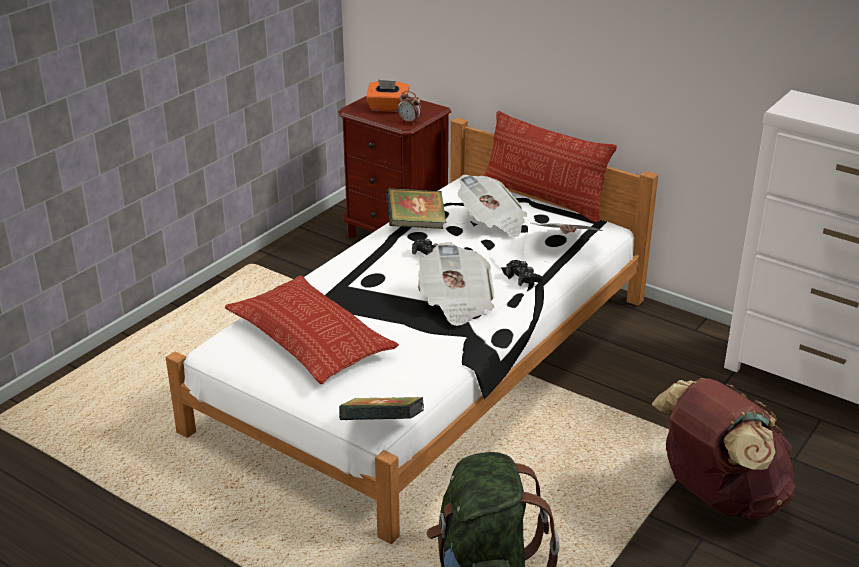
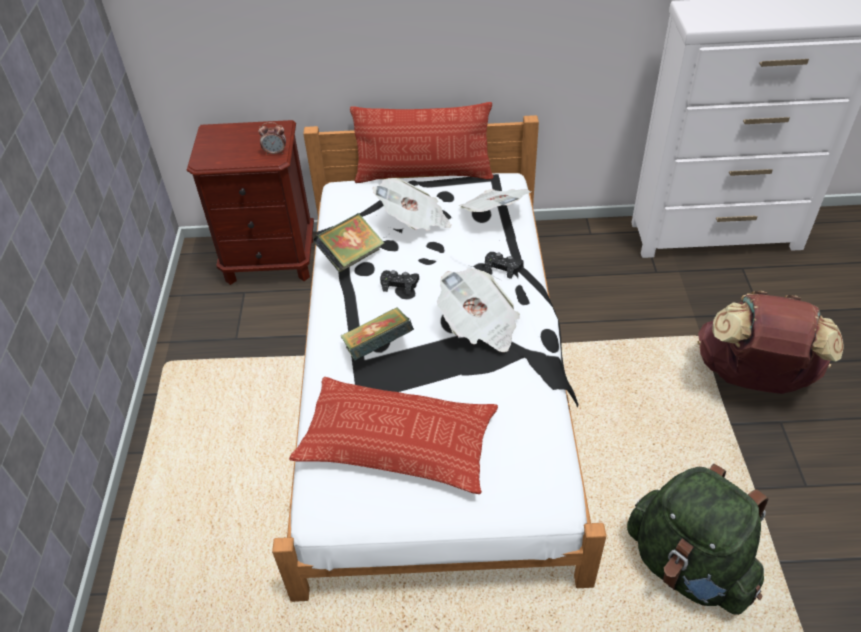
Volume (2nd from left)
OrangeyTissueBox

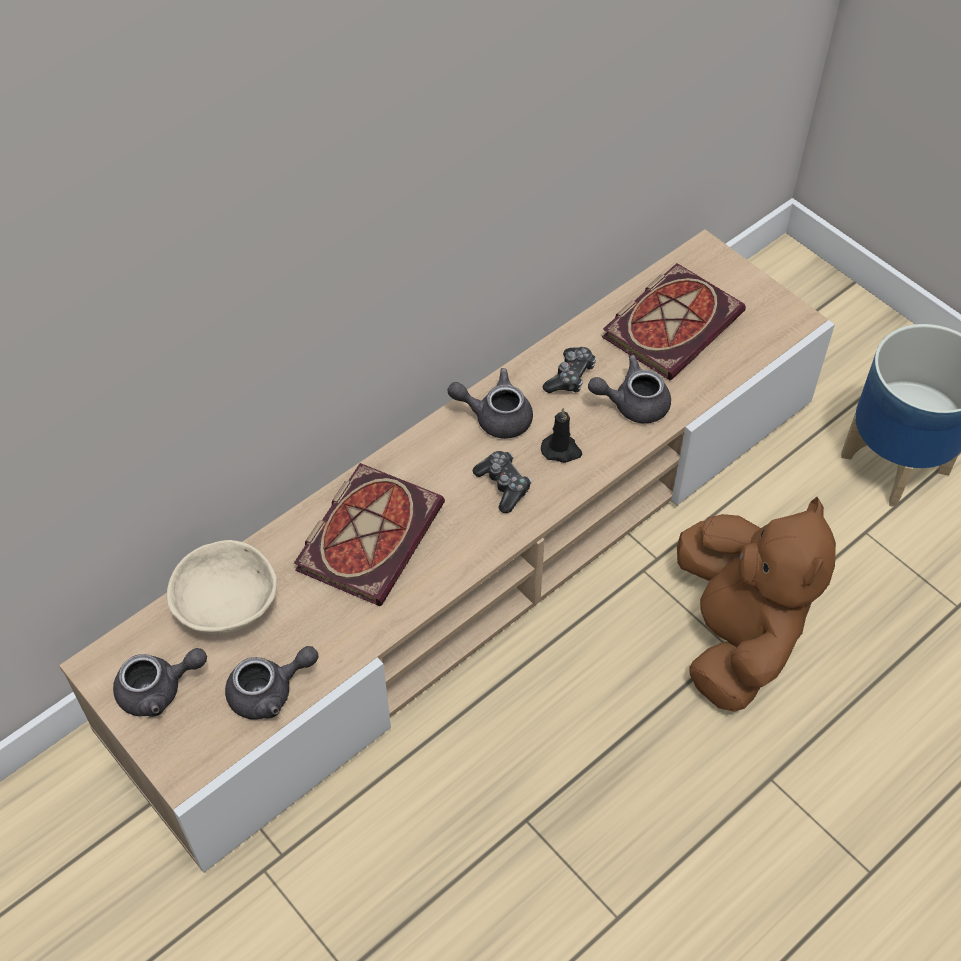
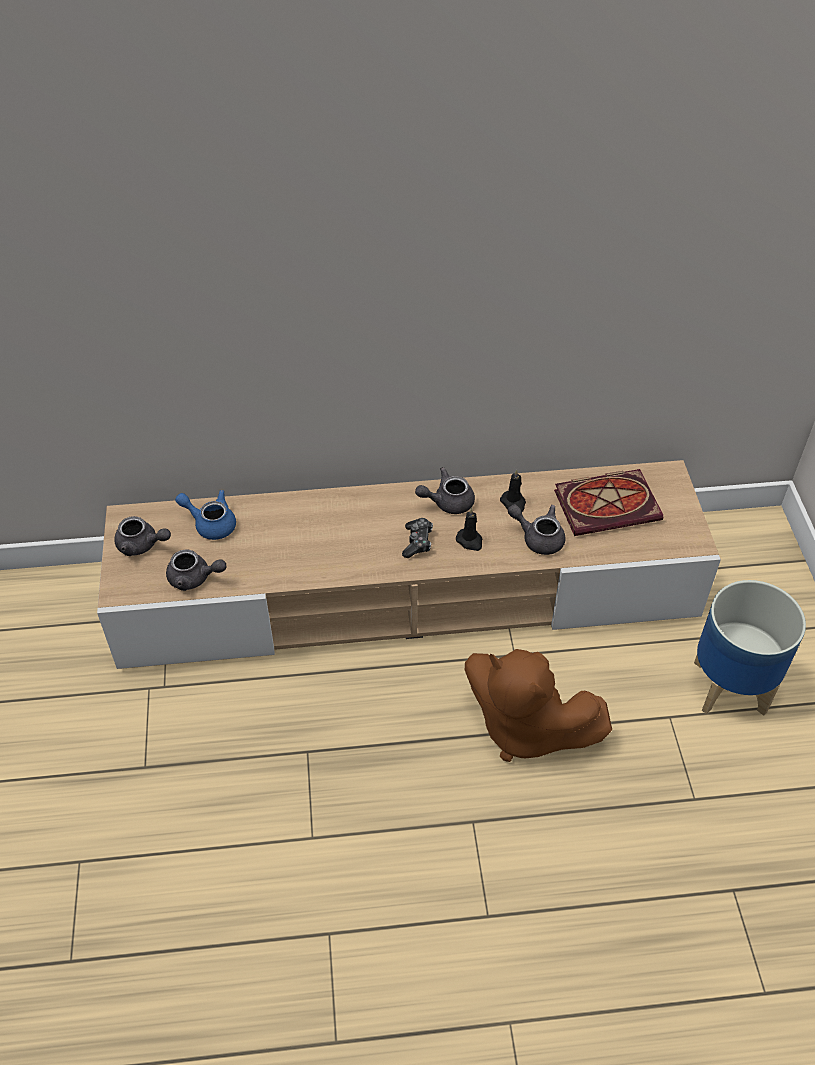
BluishPotForTea
GreyPotForTea (3rd from left)
BrownSoftToy
BlackishWaxCandle (2nd from left)
Volume (1st from left in the first image)

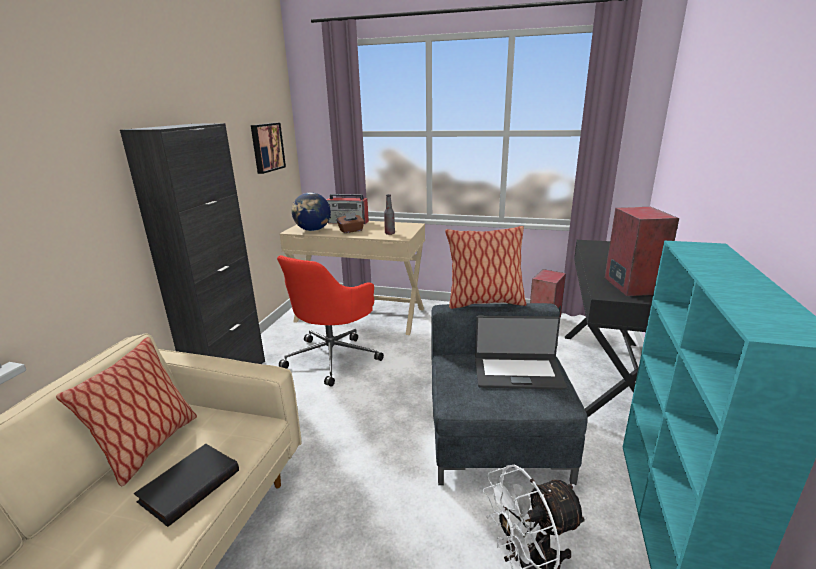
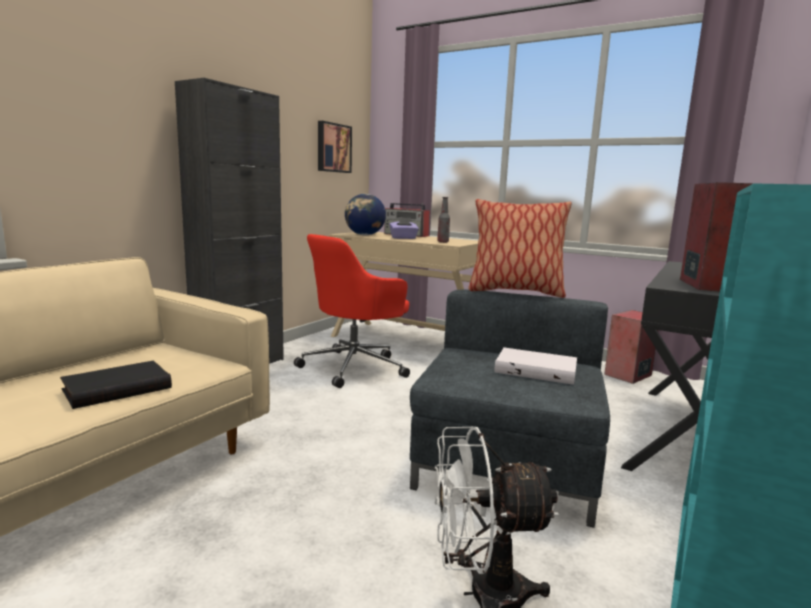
PurpleColouredTissueBox
WhiteColouredVolume
Pillow (1st from left in the first image)

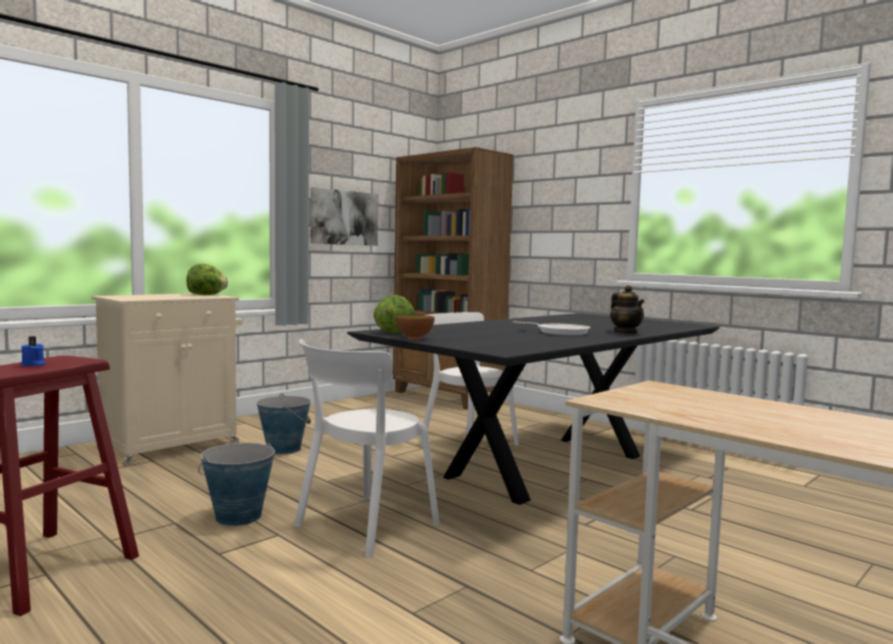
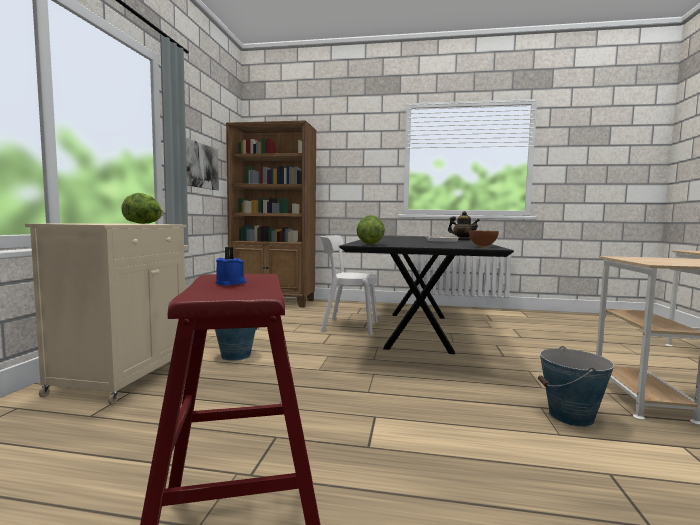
ServingBowl
Pail (2nd from left)
WhiteColouredUprightChair (1st from left in the first image)

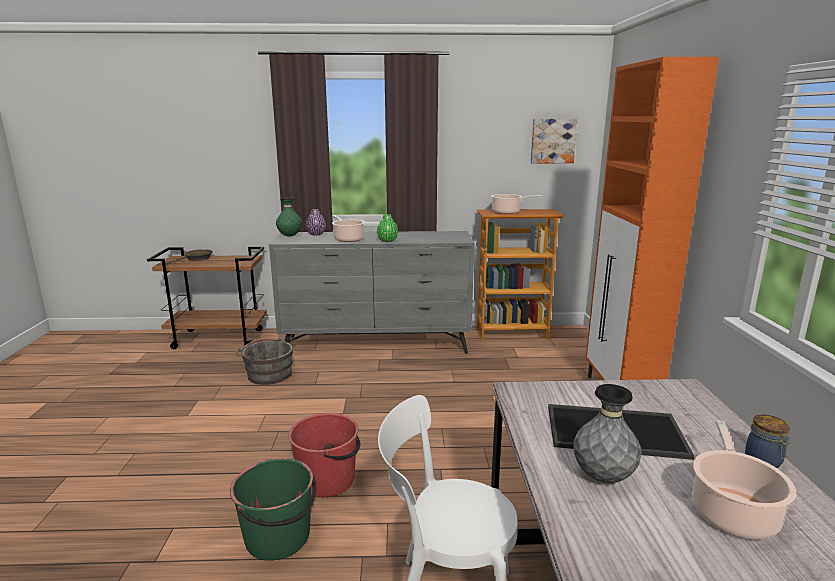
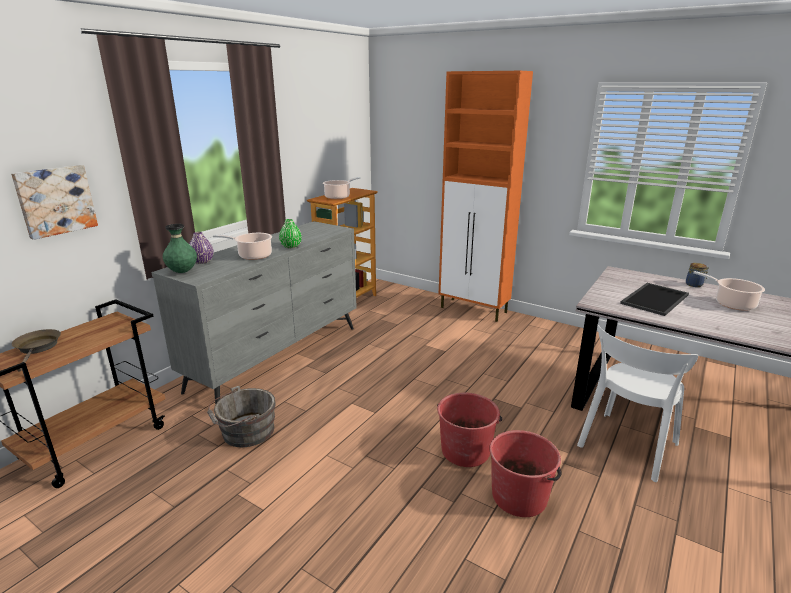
WallPicture
RedColouredPail (2nd from left)
GreyDecorativeVase

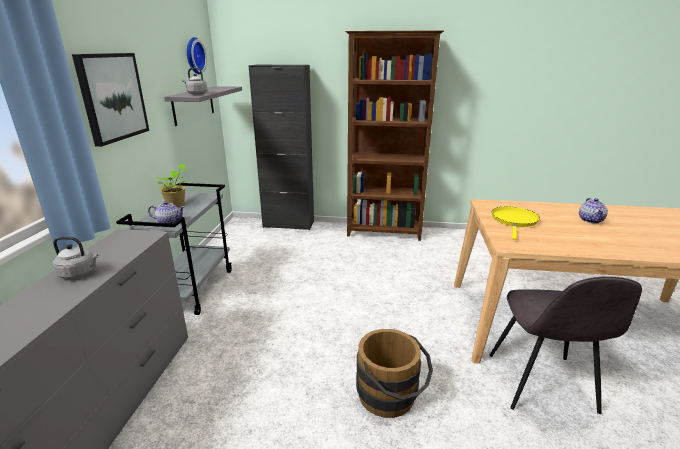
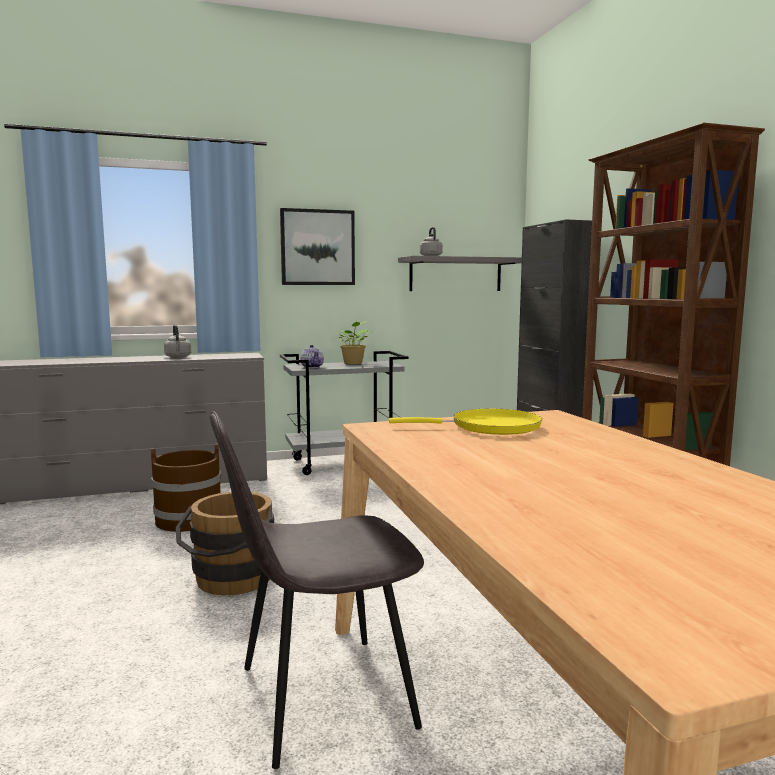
BrownPail (1st from left)
ClockOnTheWall
PotForTea (2nd from left in the first image)

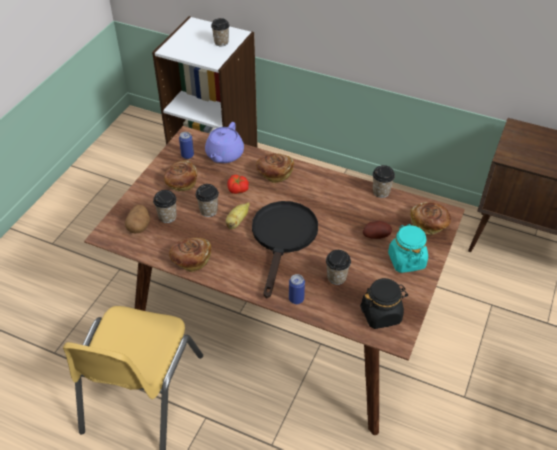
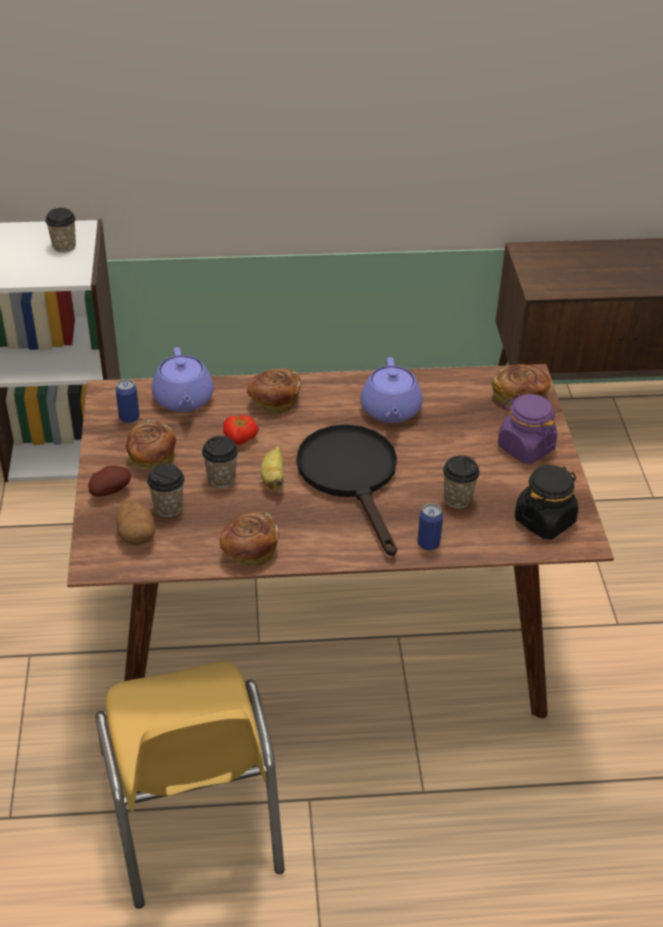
Spud (1st from left)
PurpleColouredPotForTea (2nd from left)
PurpleColouredJar
DrinkingCup (5th from left in the first image)

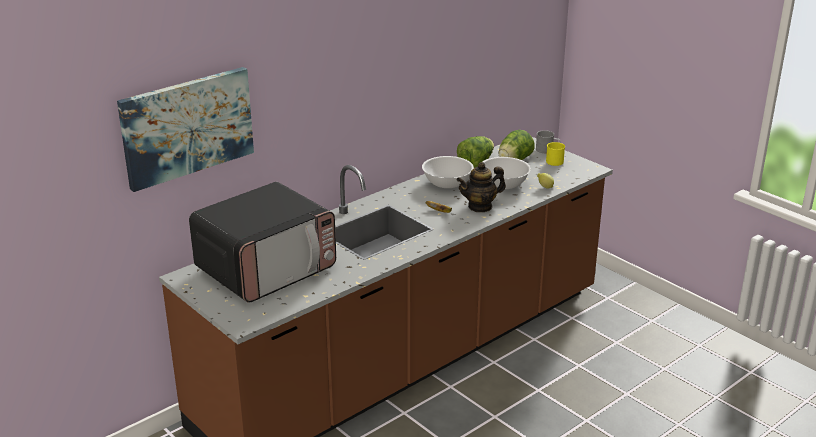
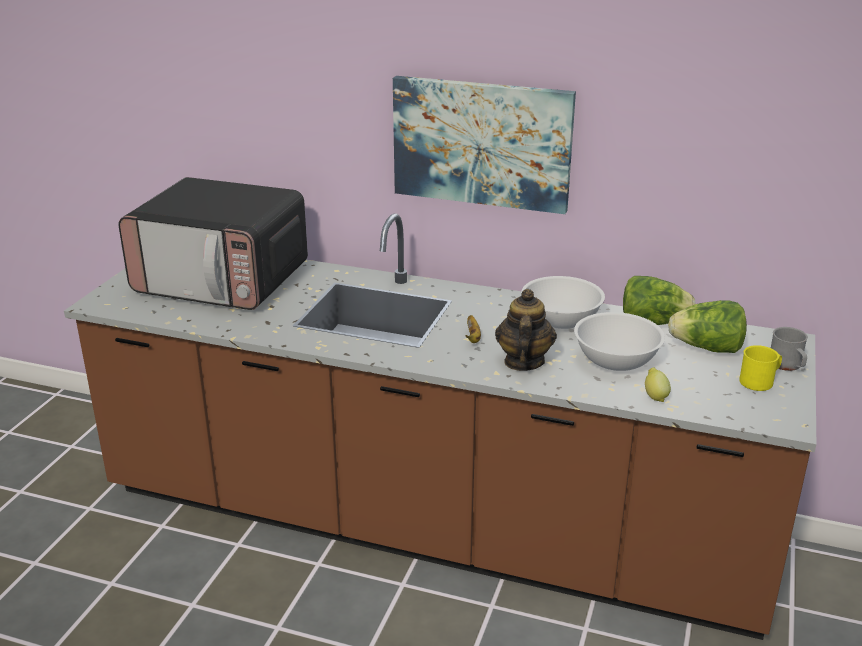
WallPicture
PotForTea

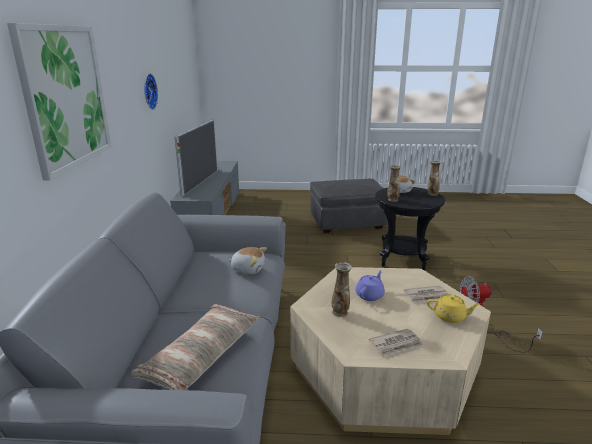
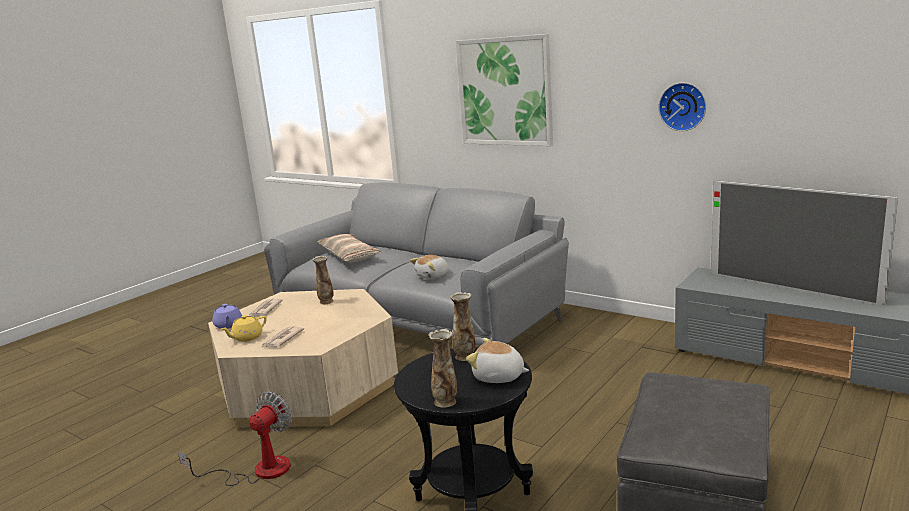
PurpleColouredPotForTea

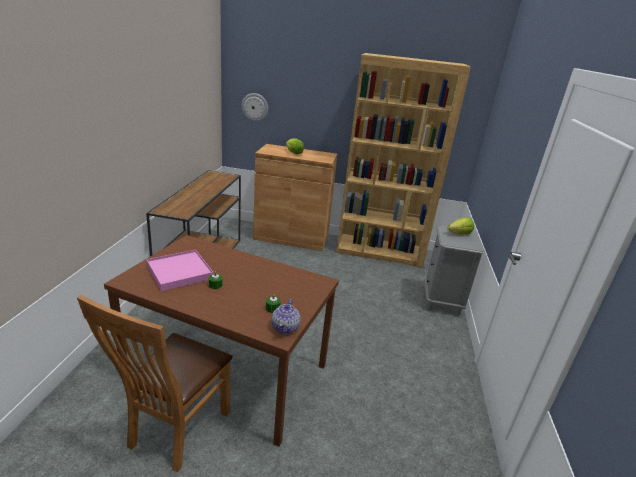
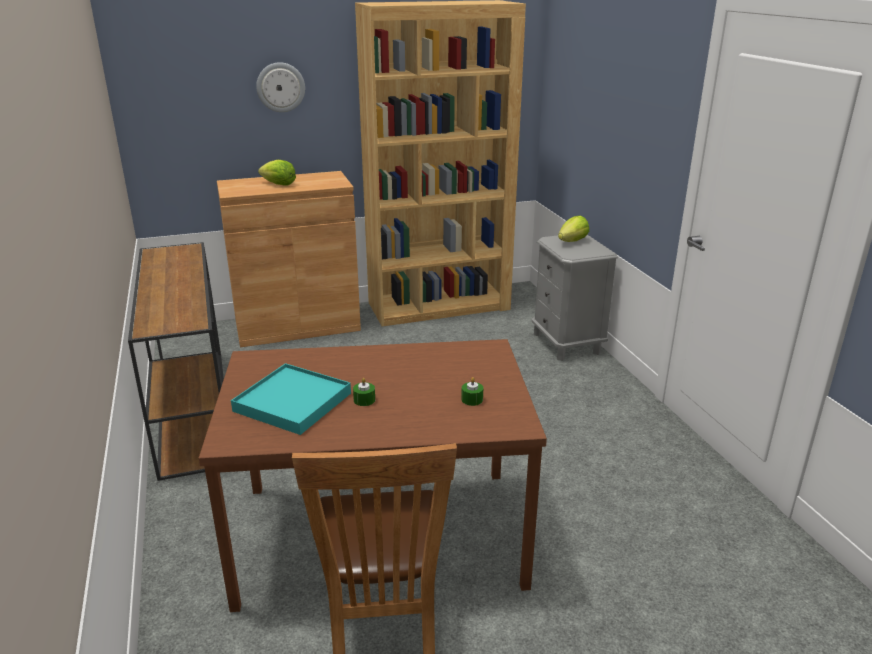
TurquoiseColouredTray
ClockOnTheWall
PotForTea

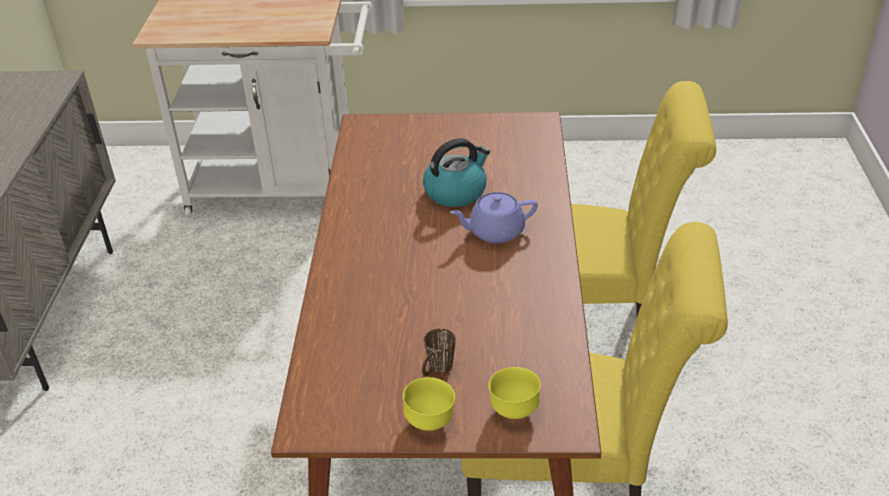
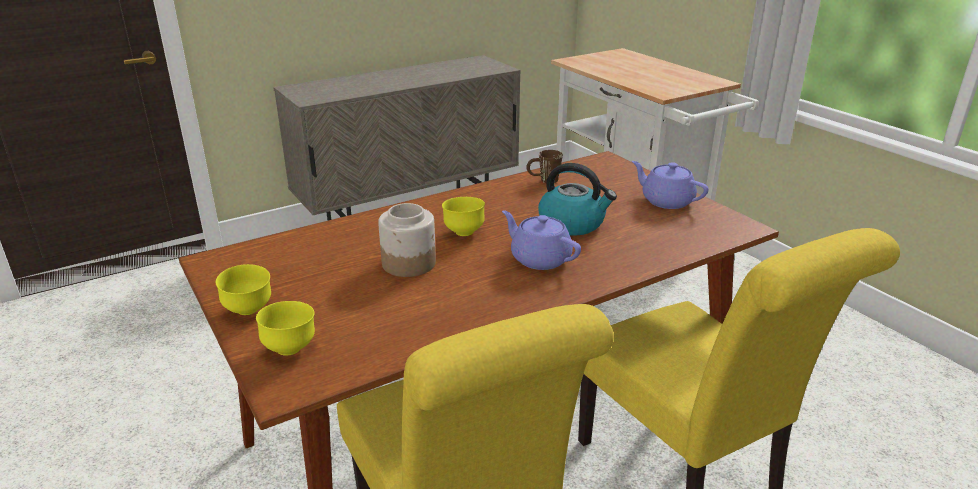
Jar
YellowServingBowl (3rd from left)
BrownCoffeeMug
PurpleColouredPotForTea (2nd from left)

